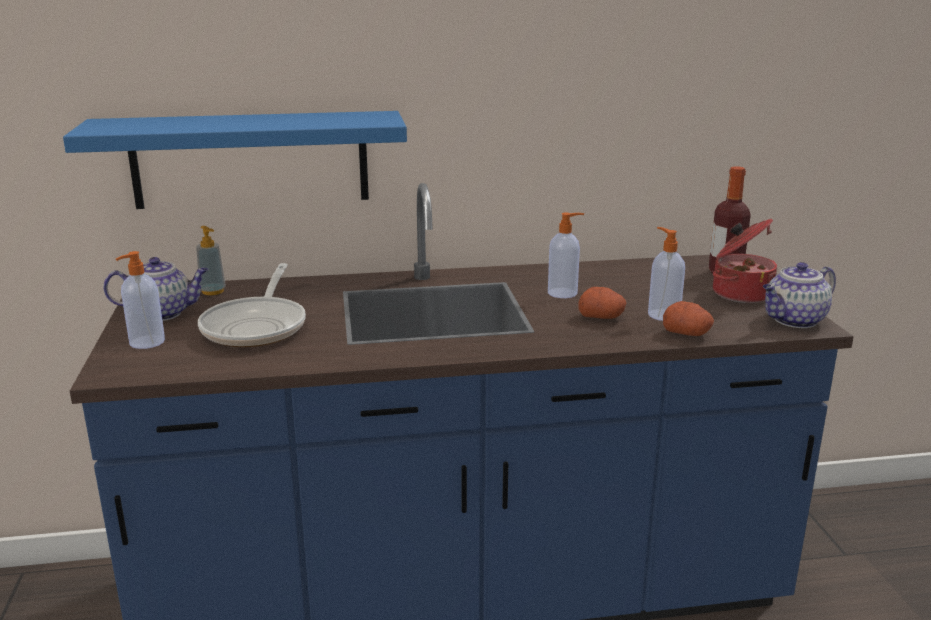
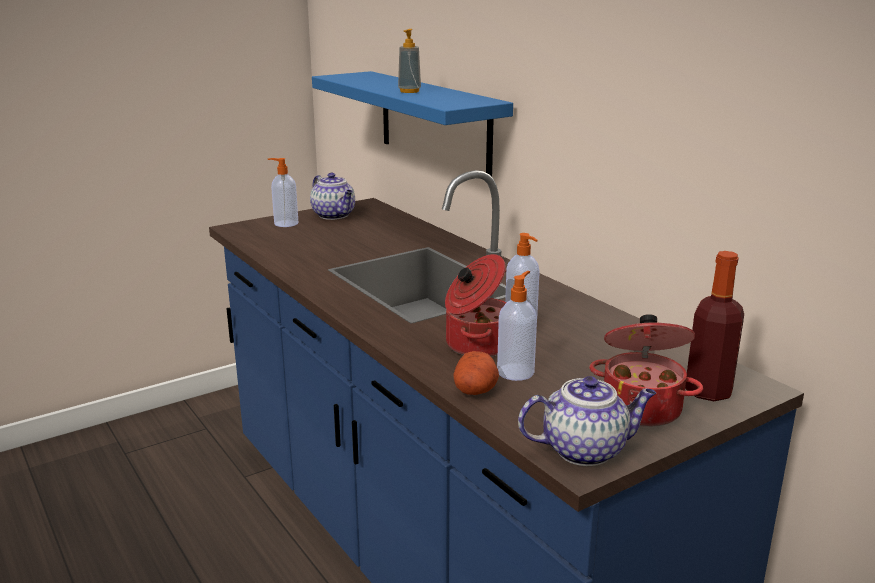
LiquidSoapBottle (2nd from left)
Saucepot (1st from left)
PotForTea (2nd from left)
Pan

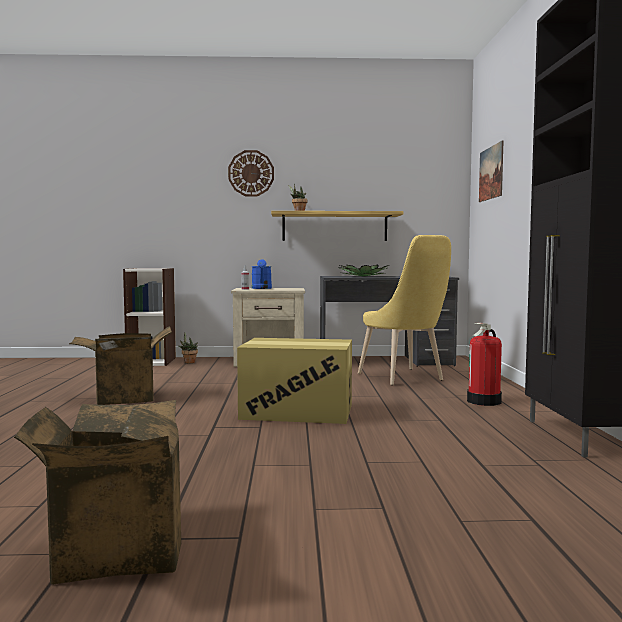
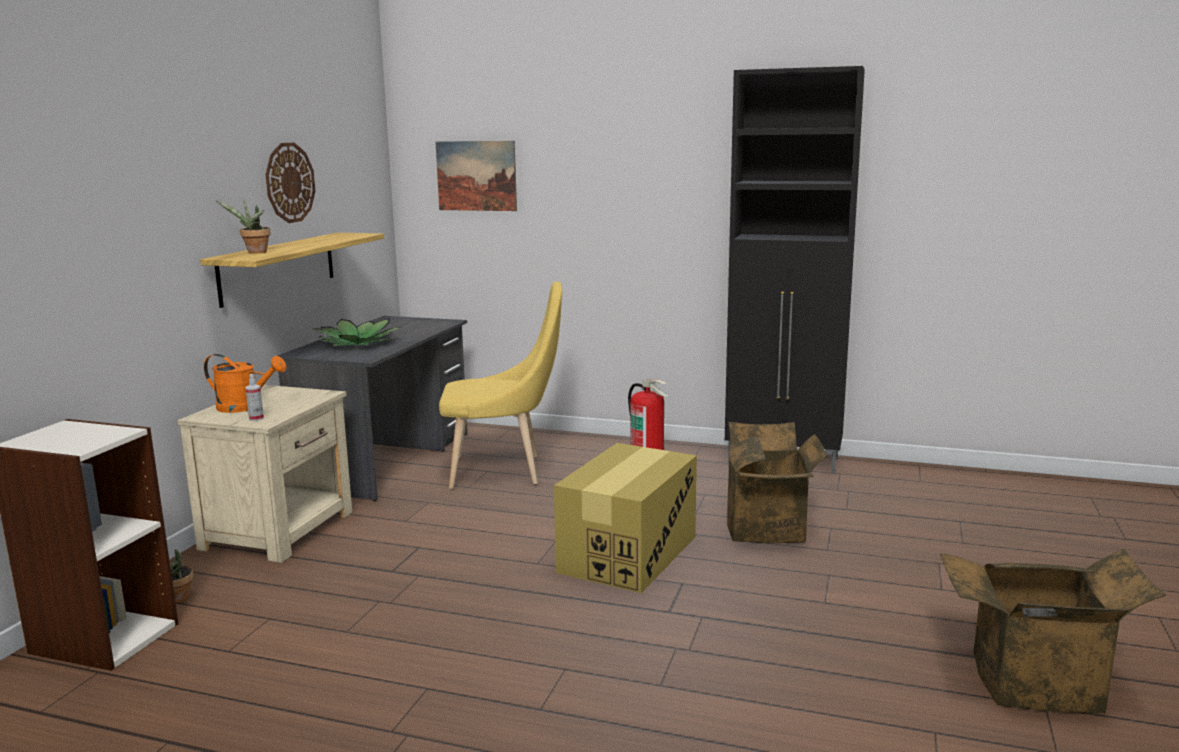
OrangeyWateringCan
ClockOnTheWall
CardboardBox (2nd from left)

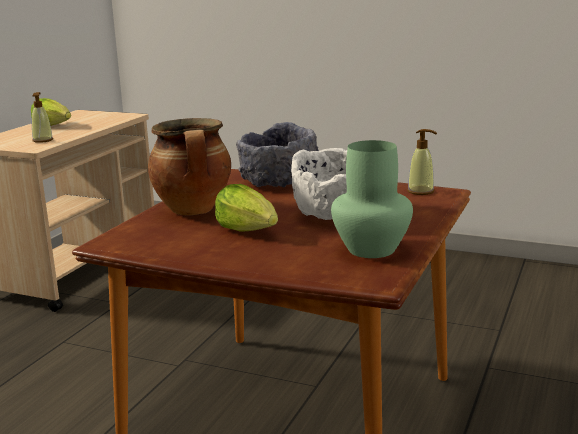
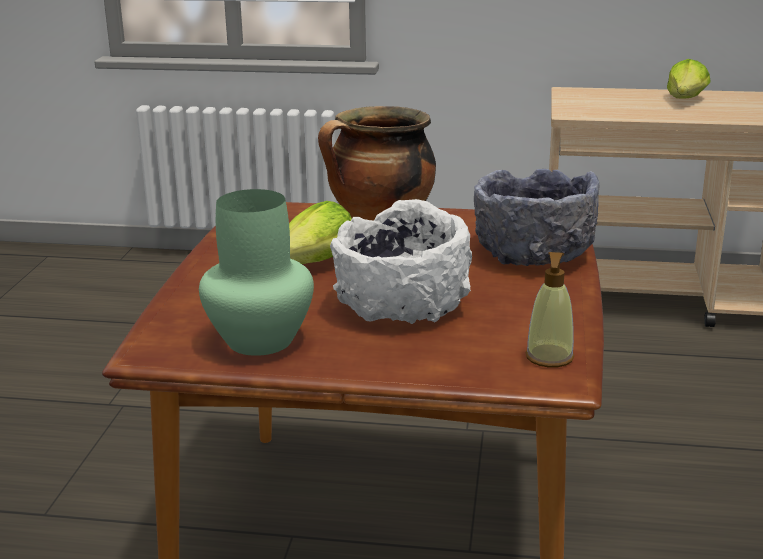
LiquidSoapBottle (1st from left in the first image)

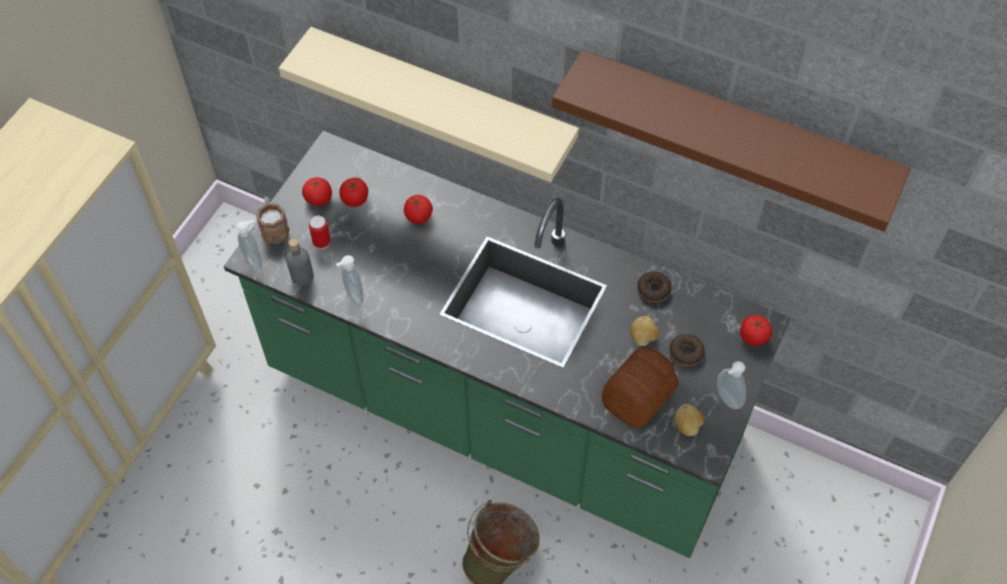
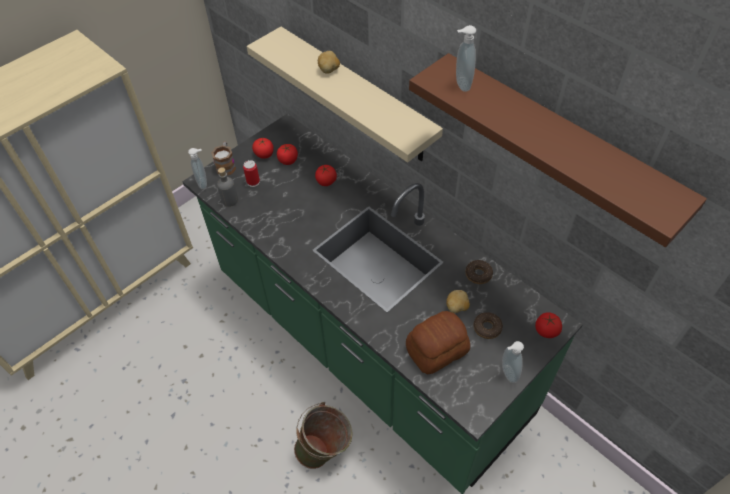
Spud (1st from left)
LiquidSoapBottle (2nd from left)

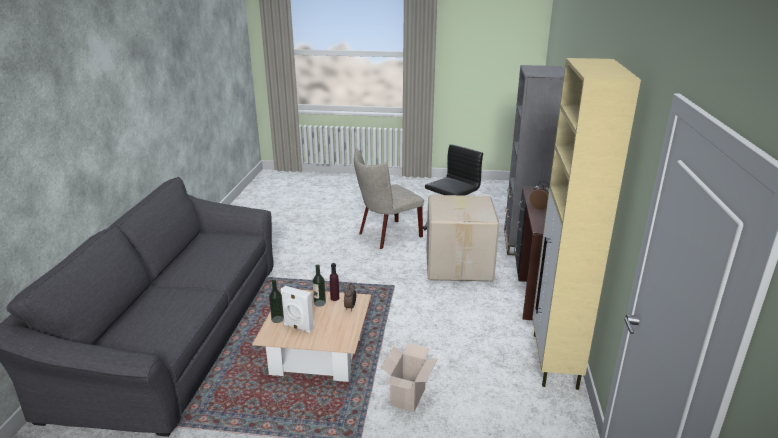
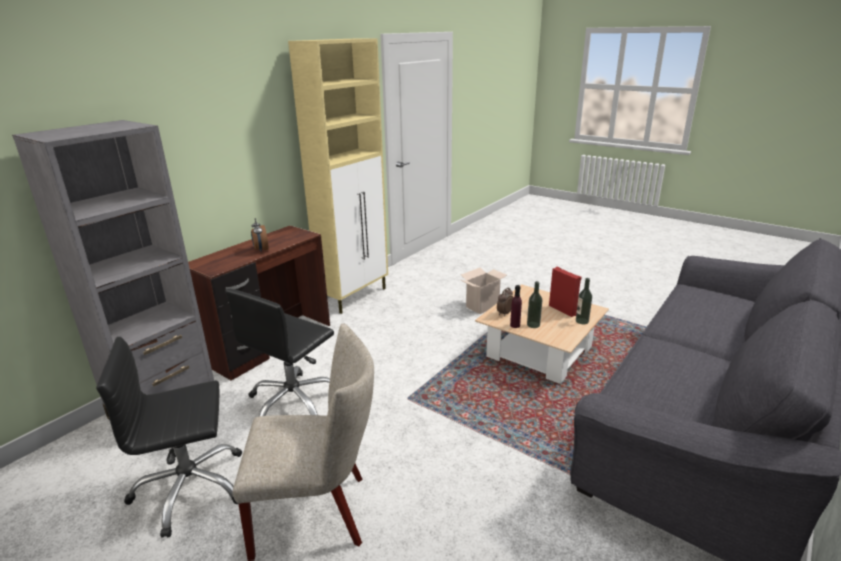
BlackishDeskChair (2nd from left)
RedColouredAudioSpeaker

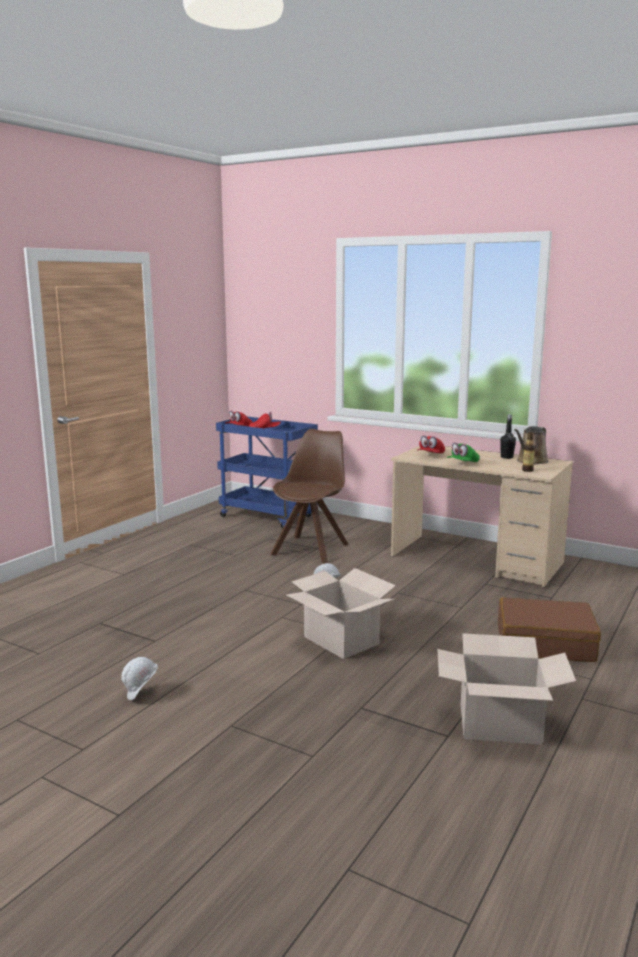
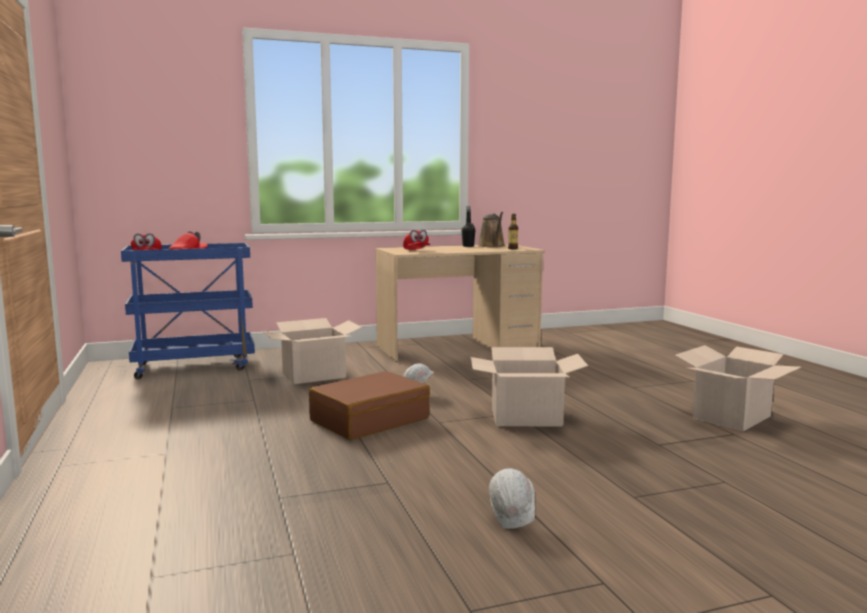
CardboardBox (1st from left)
BrownSuitcase
GreenColouredCap

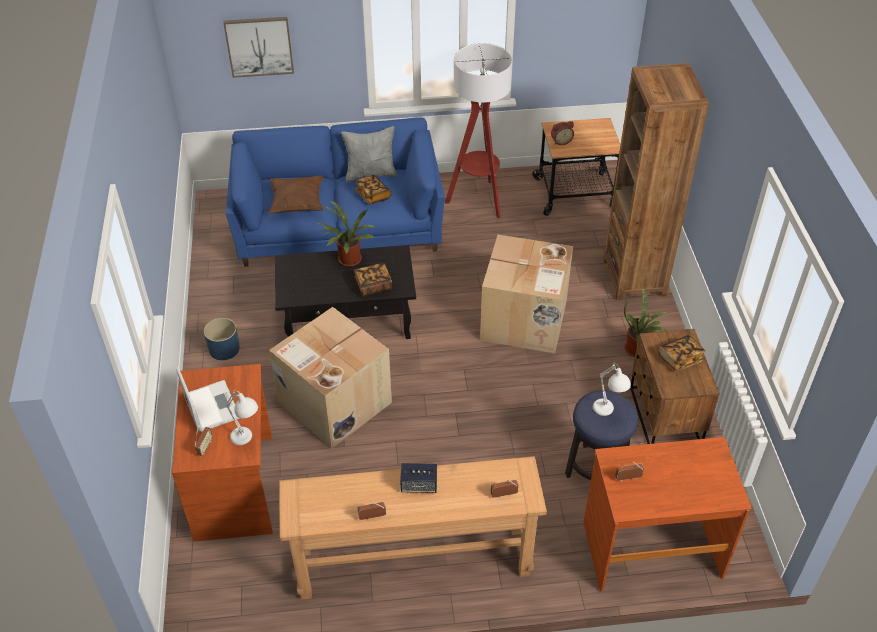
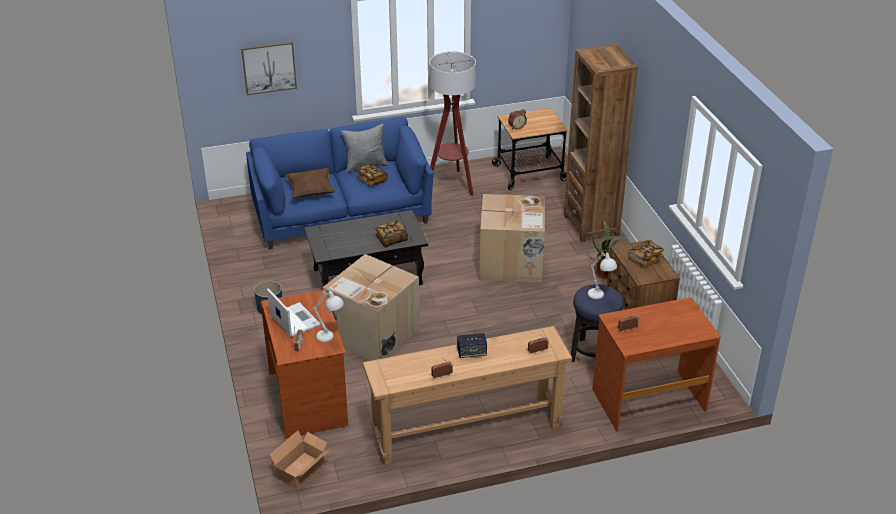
CardboardBox (1st from left)
Houseplant (1st from left in the first image)

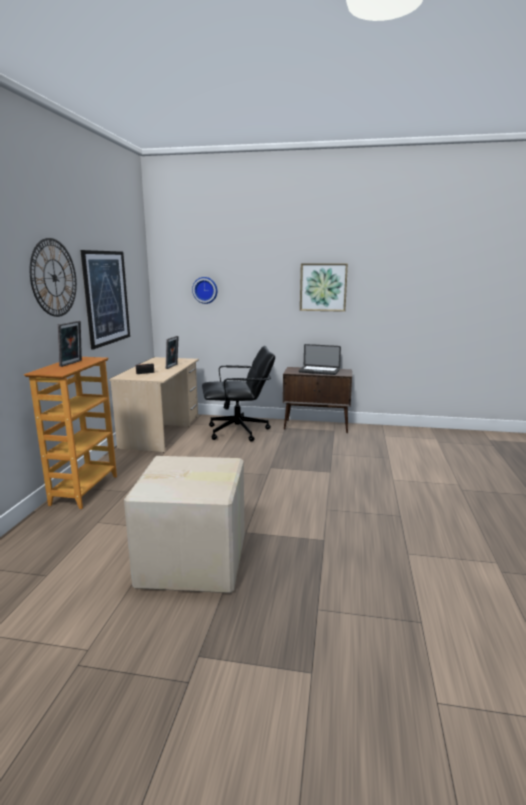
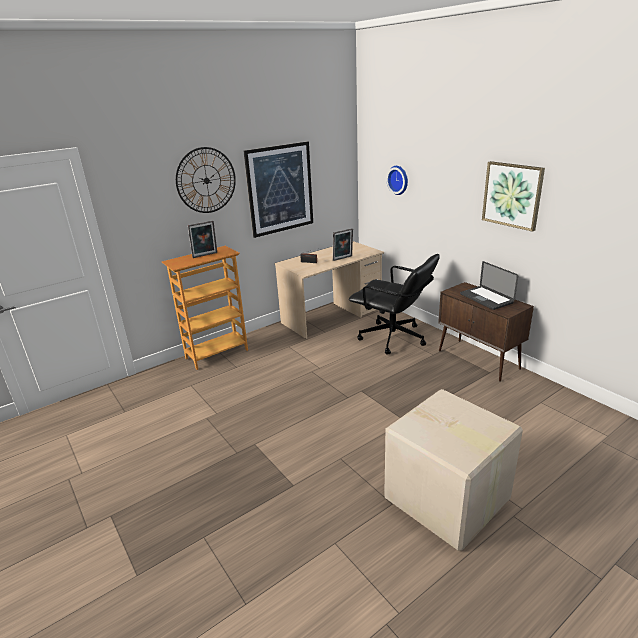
CardboardBox

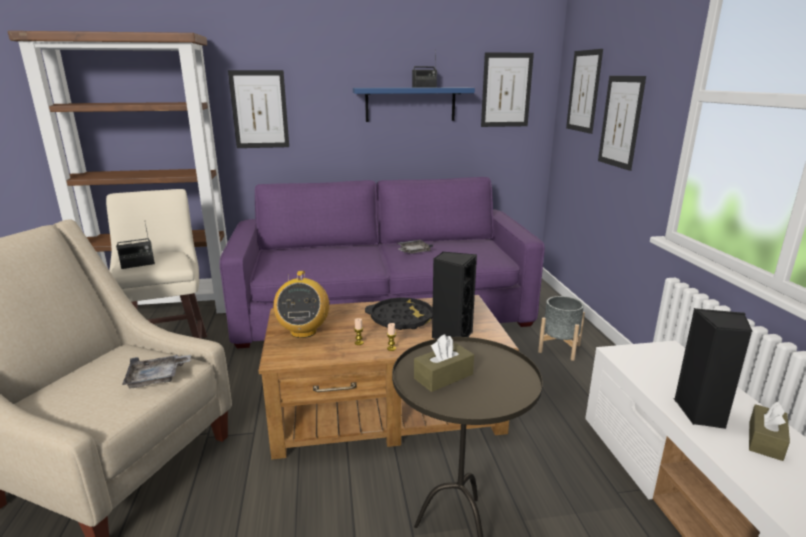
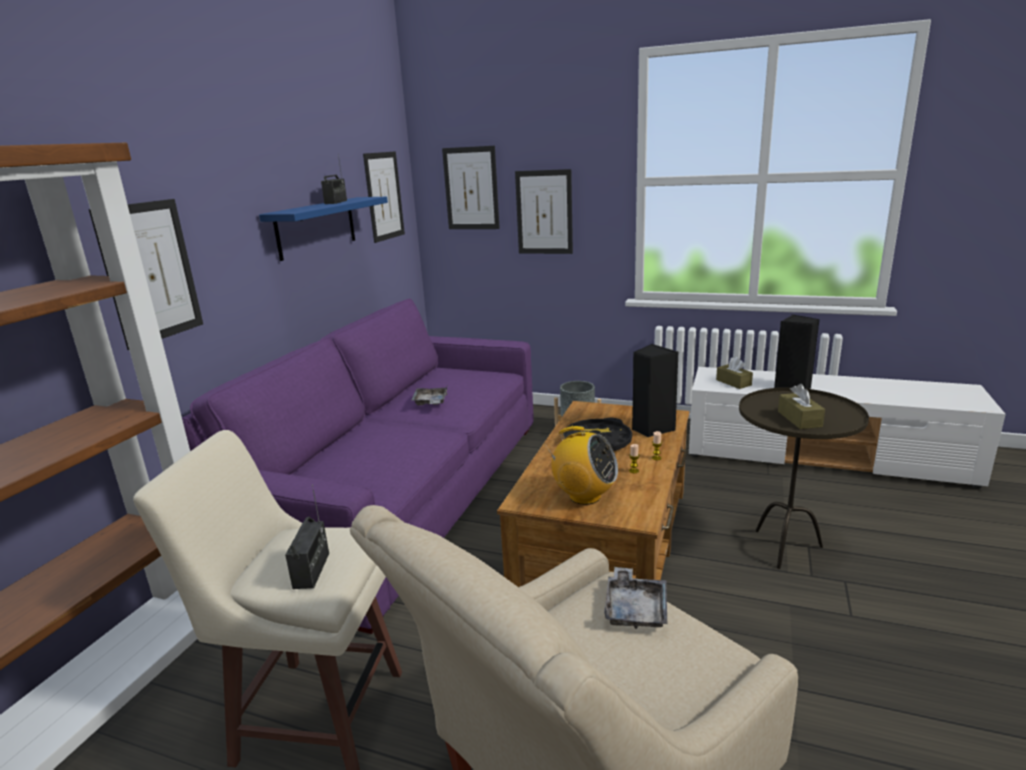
BrownTissueBox (1st from left)

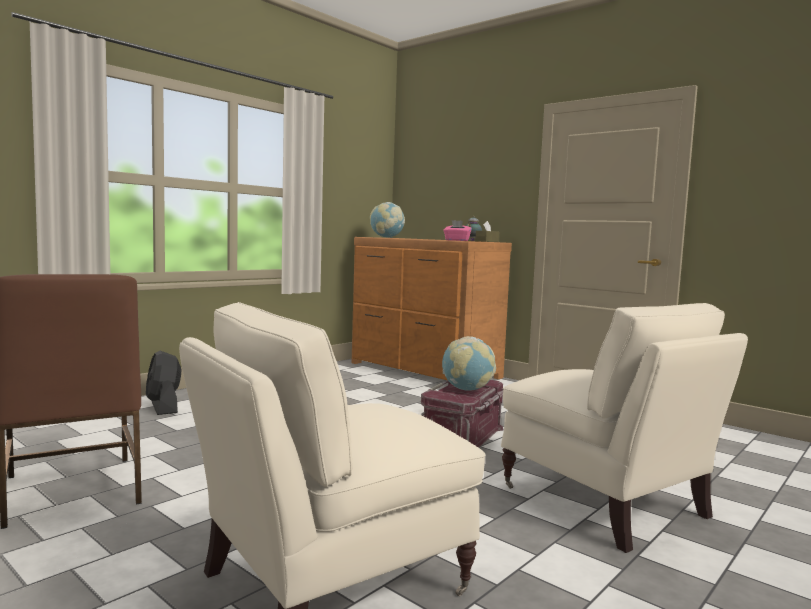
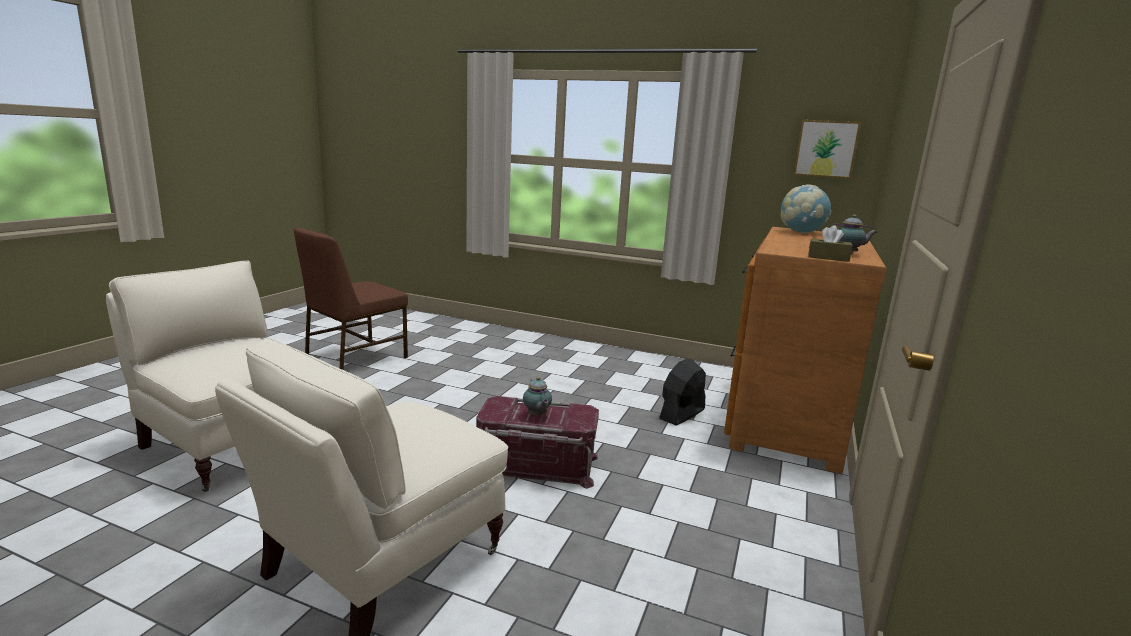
PotForTea (1st from left)
BlackishFan
WallPicture
PinkColouredTissueBox

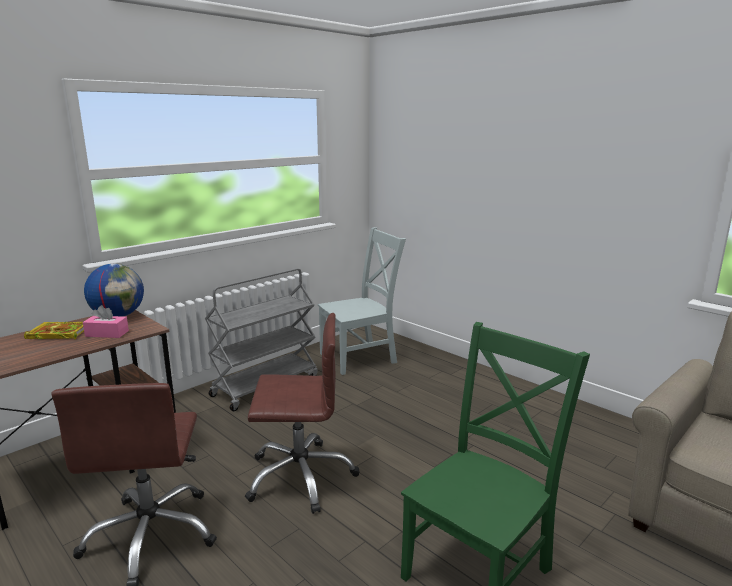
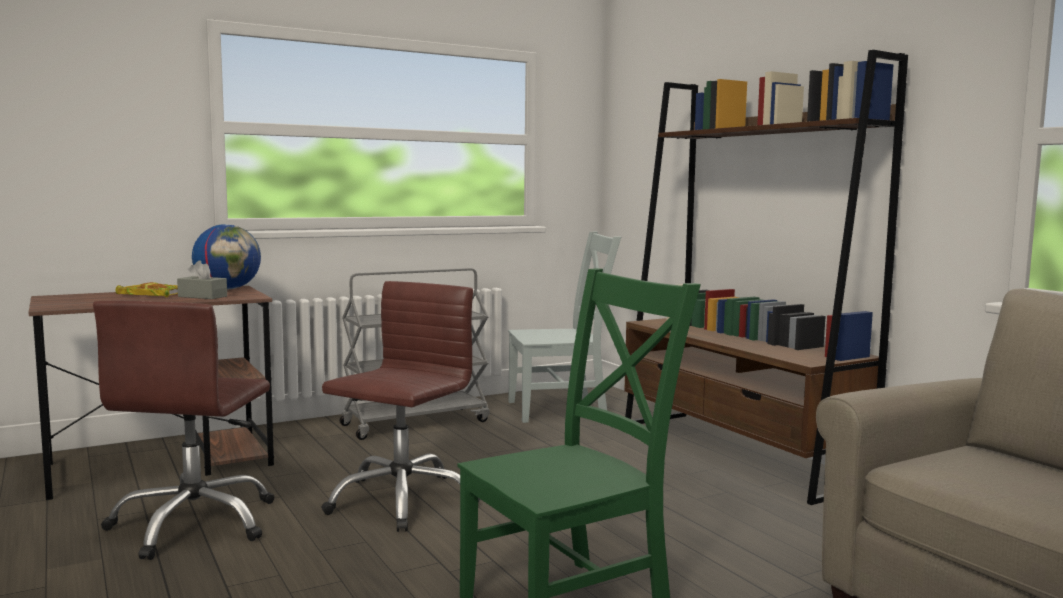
GreyTissueBox
BrownDeskChair (2nd from left)
BrownBookshelf

